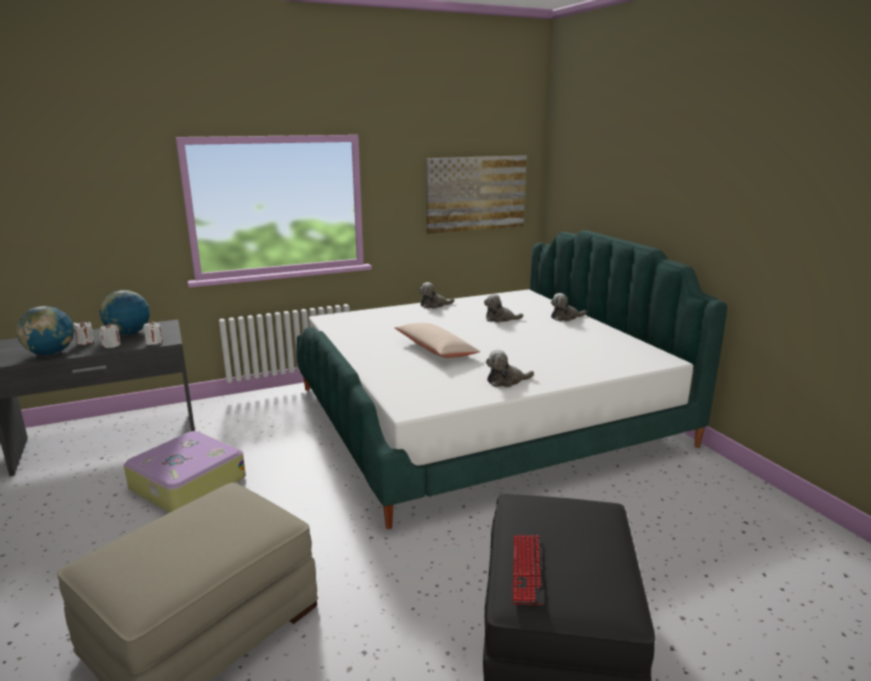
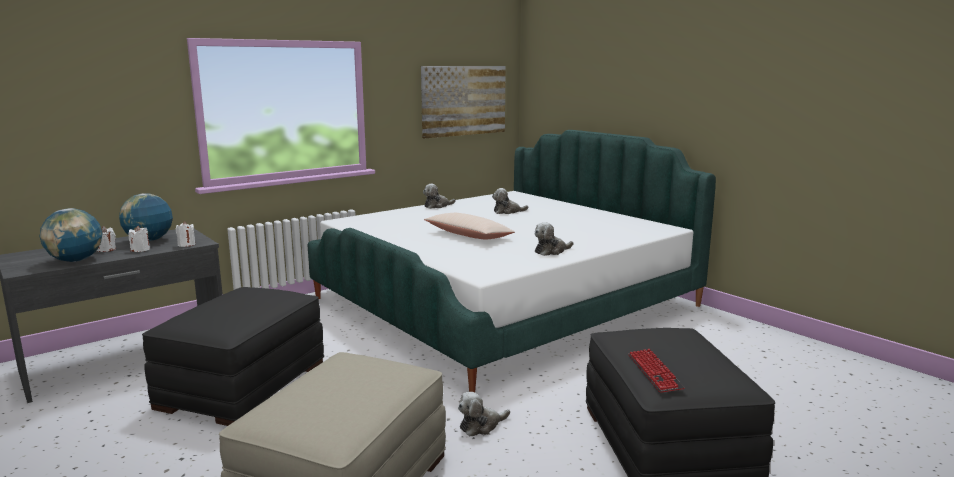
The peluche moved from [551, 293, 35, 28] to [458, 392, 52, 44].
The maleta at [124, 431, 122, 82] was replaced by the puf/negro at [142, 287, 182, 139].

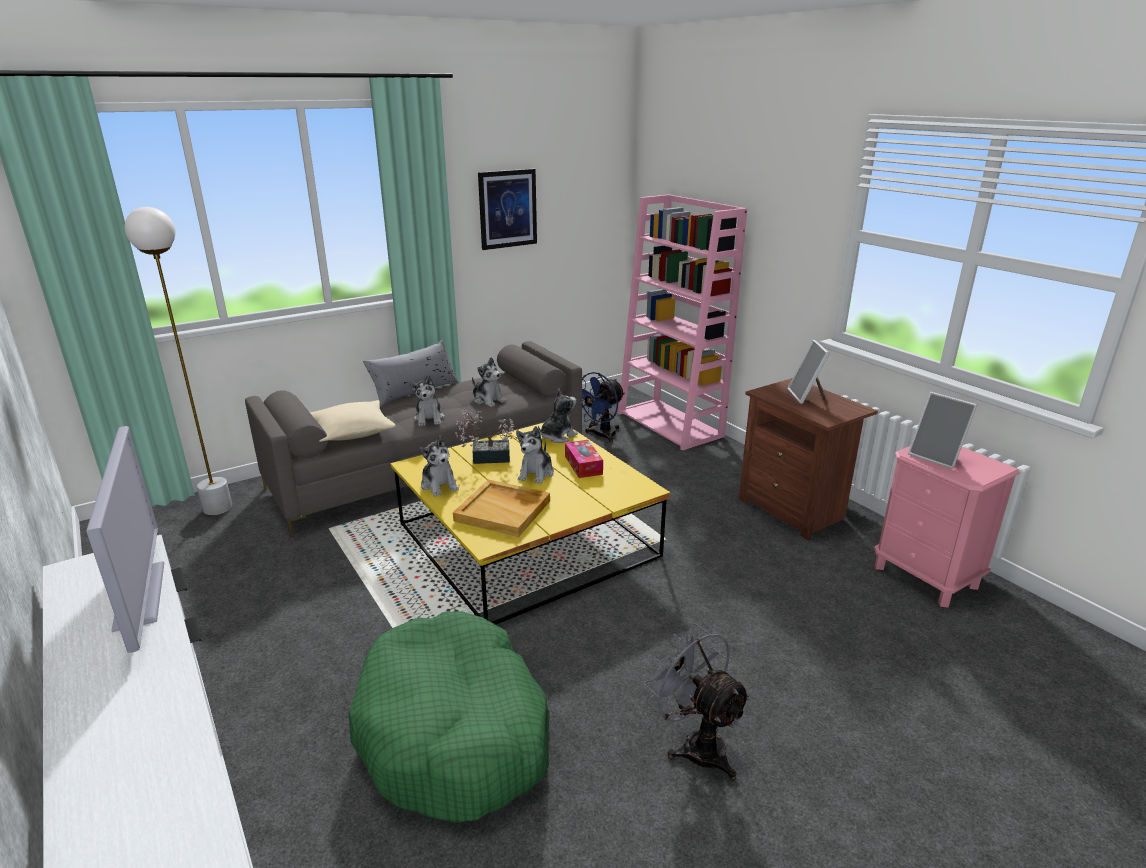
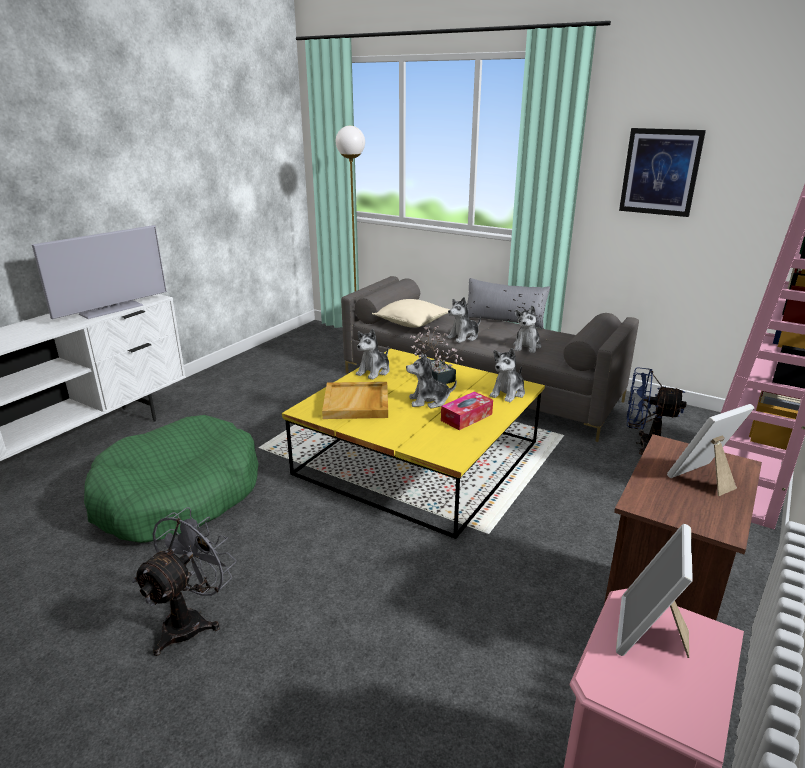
The peluche at [538, 389, 40, 54] turned 105 degrees clockwise.

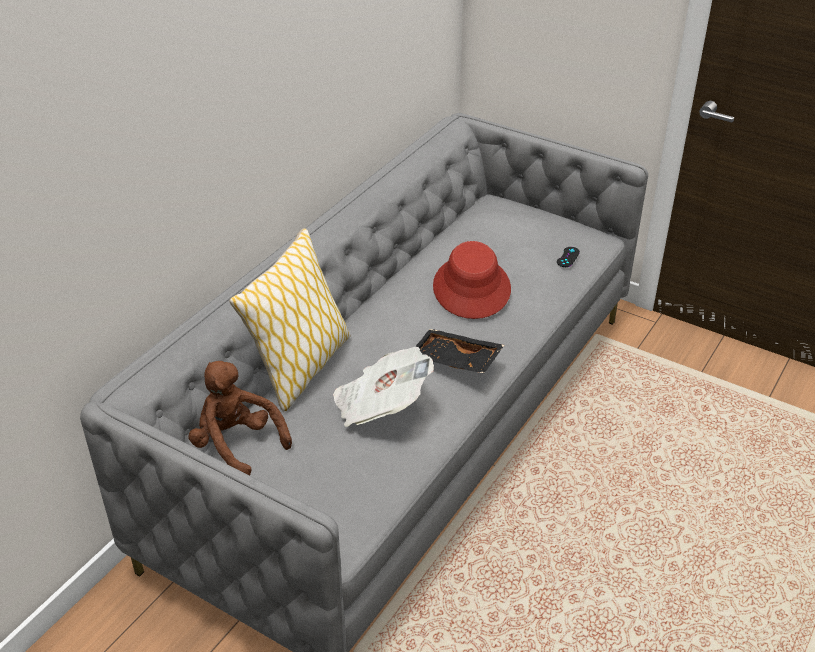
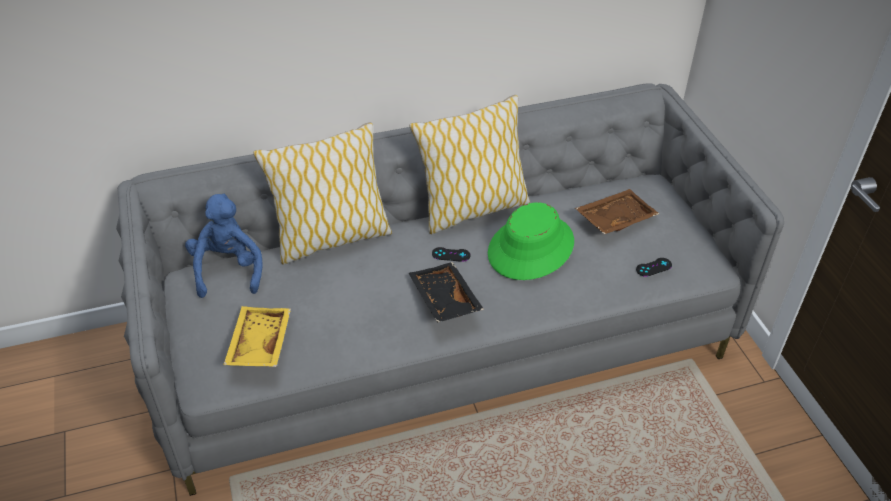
The periódico at [333, 347, 101, 80] disappeared.
The bandeja/amarillo at [223, 306, 68, 61] appeared.
The cojín at [409, 95, 121, 139] appeared.
The mando de consola/negro at [432, 247, 38, 15] appeared.
The bandeja/marrón at [575, 189, 84, 45] appeared.
The peluche/marrón at [188, 361, 104, 114] became the peluche/azul at [185, 194, 78, 104].
The sombrero/rojo at [433, 241, 78, 78] became the sombrero/verde at [488, 202, 86, 78].

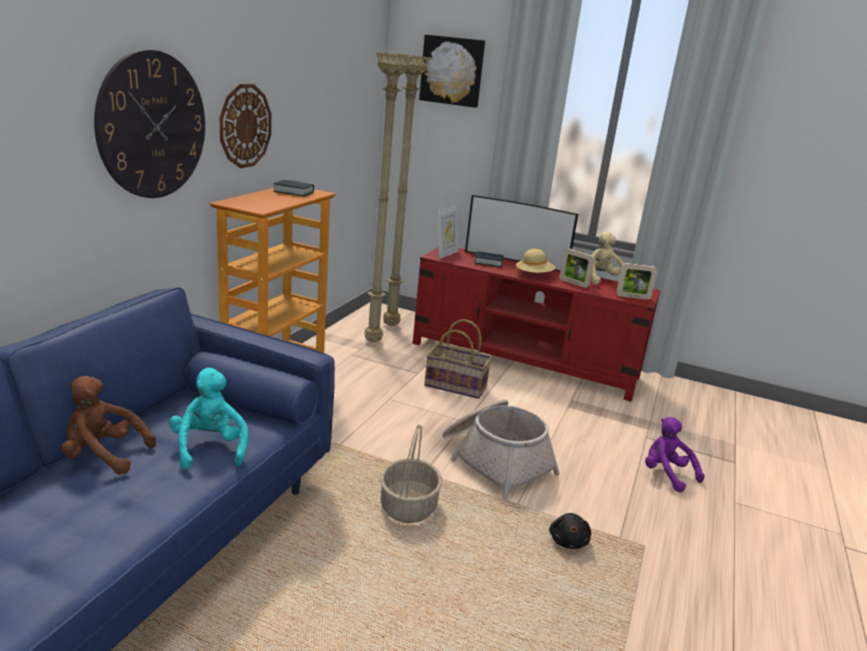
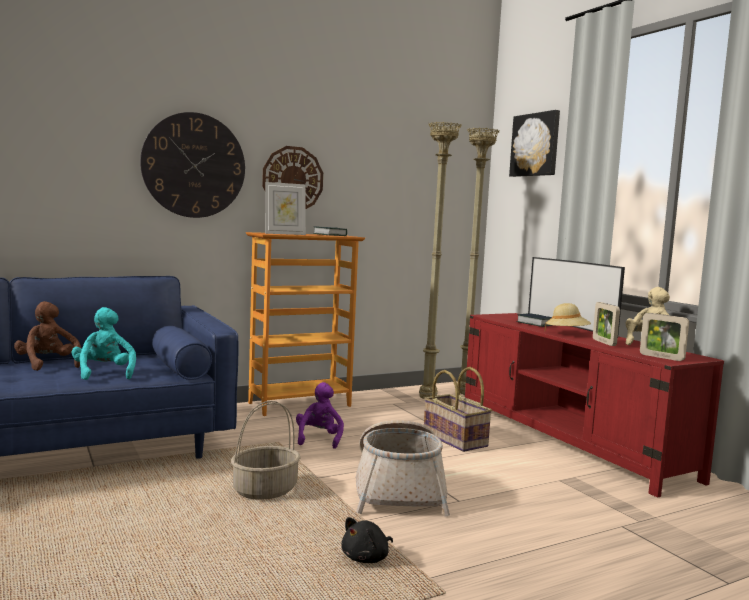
The portarretratos moved from [437, 206, 21, 53] to [265, 182, 41, 53].
The peluche/morado moved from [645, 417, 60, 75] to [296, 382, 48, 67].
The peluche/turquesa at [169, 368, 79, 102] turned 45 degrees counterclockwise.

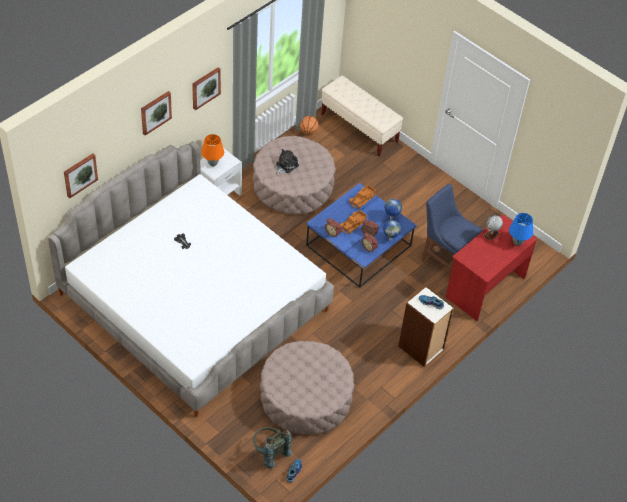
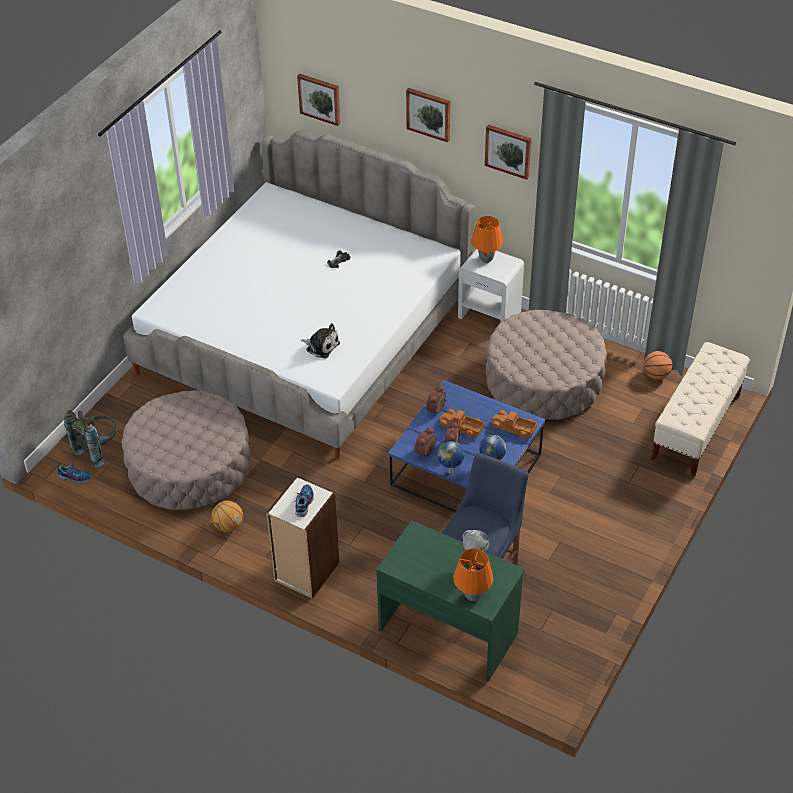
The balón de baloncesto at [212, 501, 31, 31] appeared.
The peluche moved from [276, 149, 23, 26] to [301, 323, 39, 35].
The escritorio/rojo at [446, 214, 91, 107] became the escritorio/verde at [376, 520, 149, 161].
The lámpara de mesa/azul at [509, 213, 24, 33] became the lámpara de mesa/naranja at [453, 548, 40, 53].

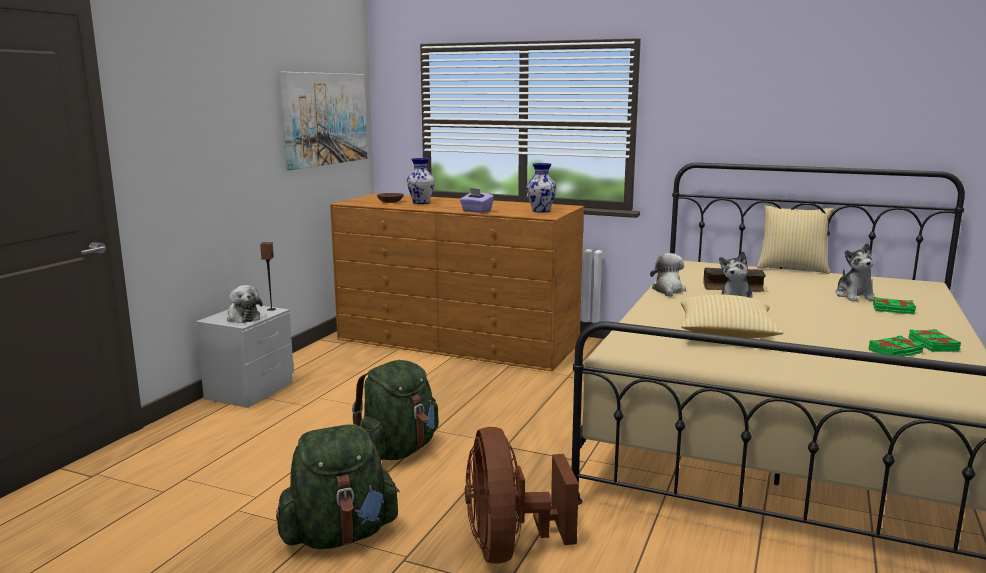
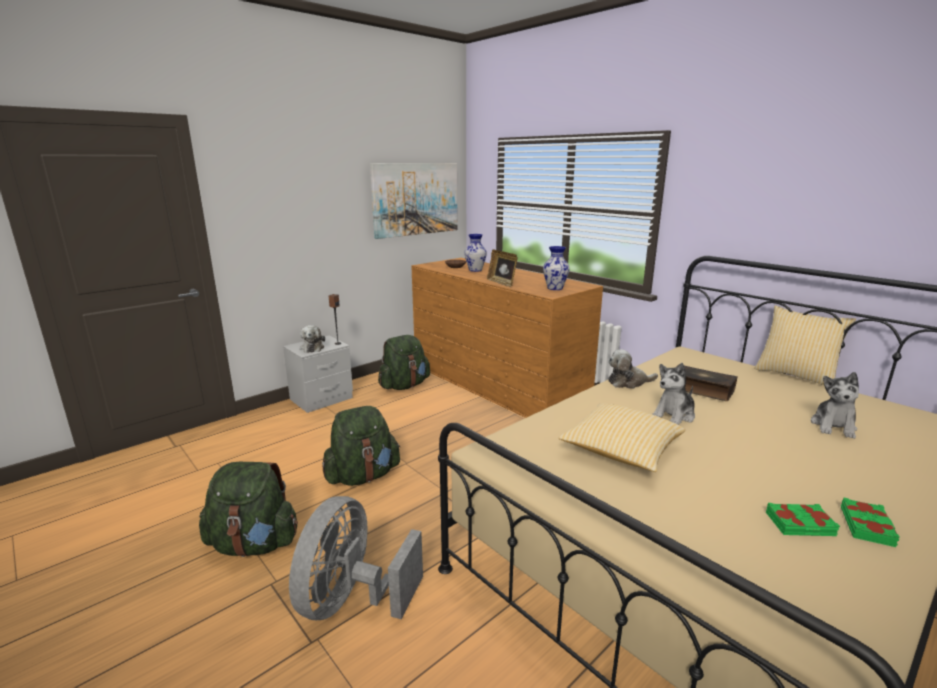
The libro/verde at [873, 297, 43, 18] disappeared.
The mochila/verde at [378, 335, 52, 55] appeared.
The caja de pañuelos/morado at [460, 188, 34, 25] was replaced by the portarretratos at [487, 250, 31, 37].
The ventilador/marrón at [465, 427, 114, 137] became the ventilador/gris at [289, 496, 134, 124].
The peluche at [650, 253, 36, 44] turned 135 degrees counterclockwise.

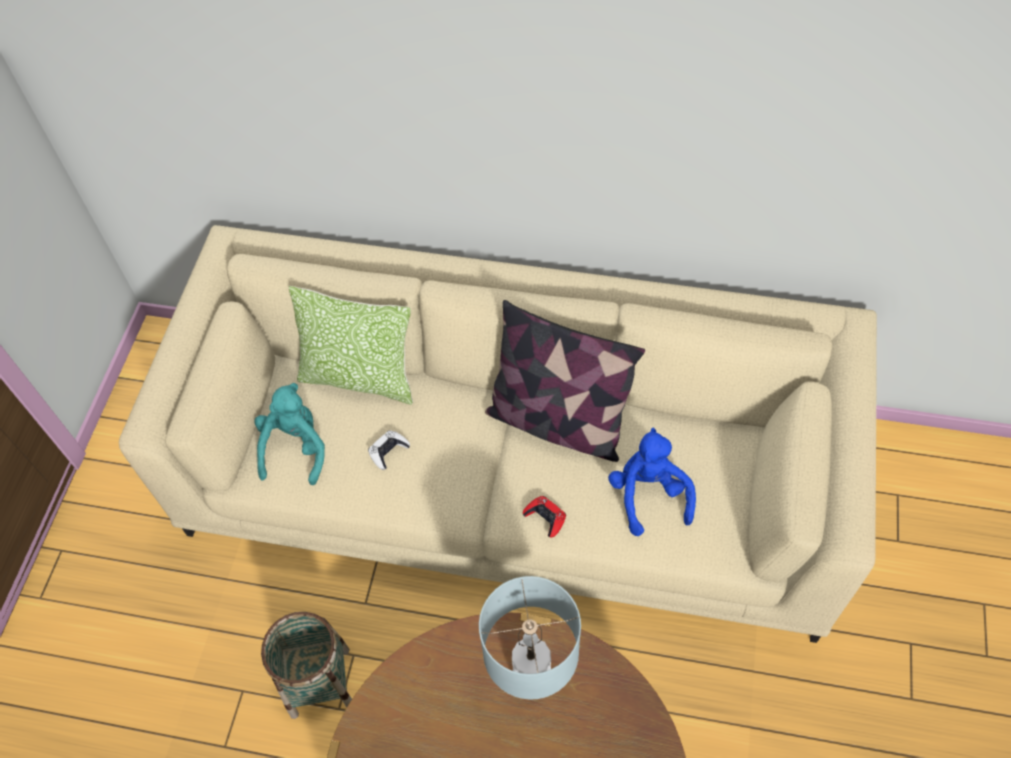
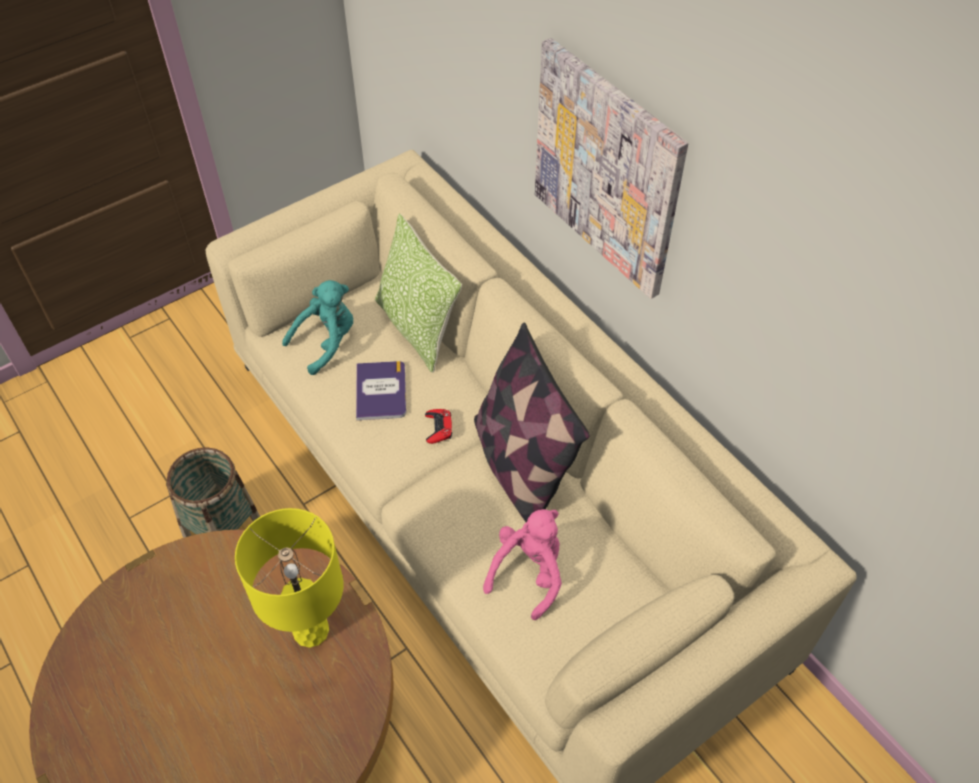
The cuadro at [535, 38, 153, 261] appeared.
The mando de consola/rojo moved from [523, 496, 43, 41] to [425, 409, 27, 35].
The mando de consola/blanco at [368, 431, 42, 39] was replaced by the libro at [356, 361, 50, 59].
The lámpara de mesa/gris at [479, 576, 102, 124] became the lámpara de mesa/amarillo at [235, 508, 109, 140].
The peluche/azul at [608, 427, 88, 109] became the peluche/rosa at [483, 509, 79, 111].

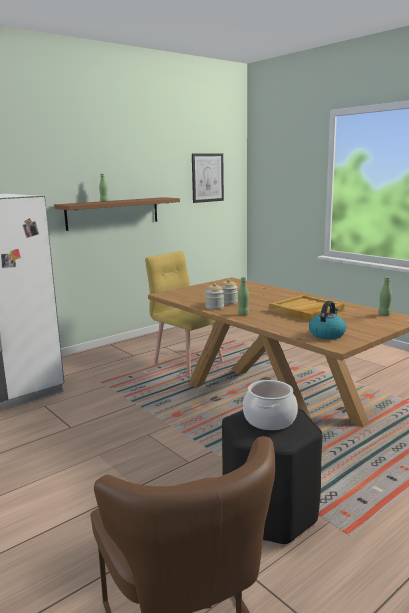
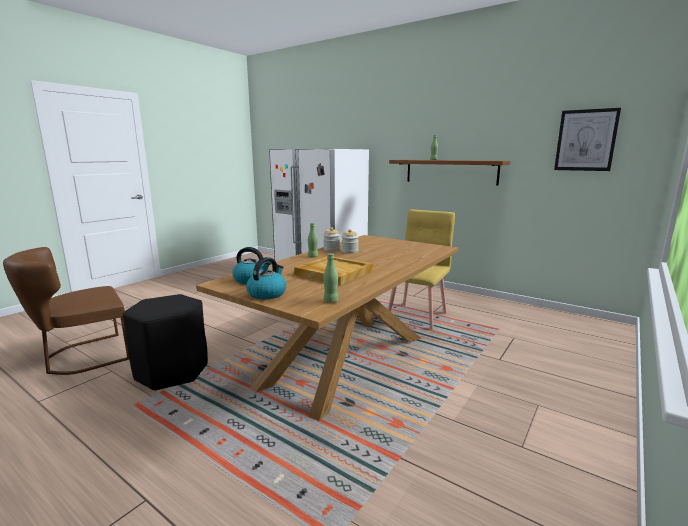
The olla at [243, 380, 55, 50] disappeared.
The hervidor at [246, 257, 40, 42] appeared.

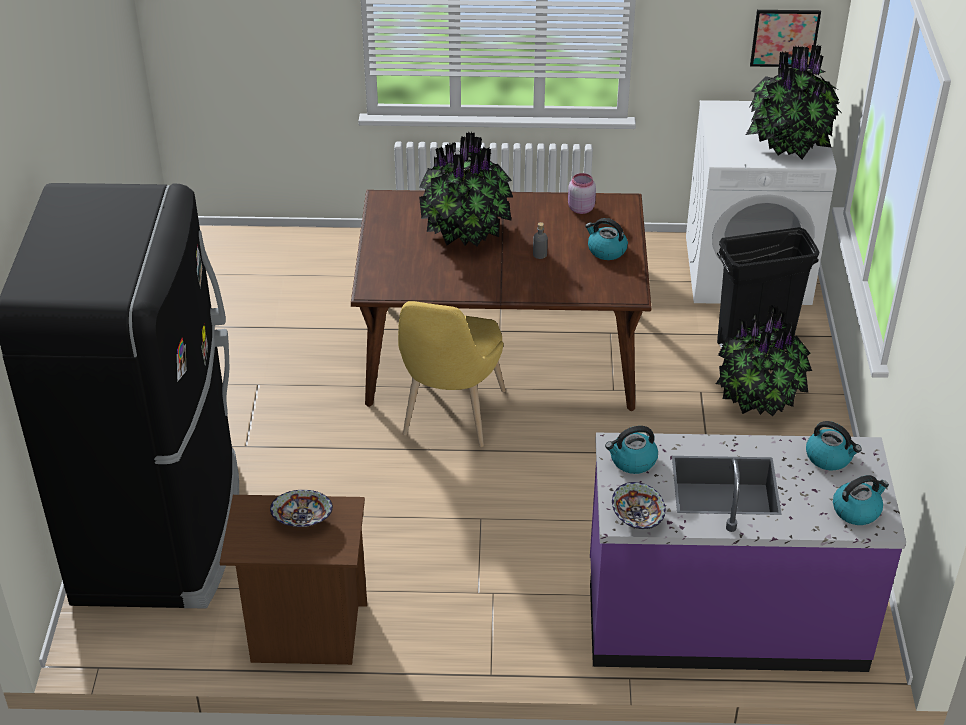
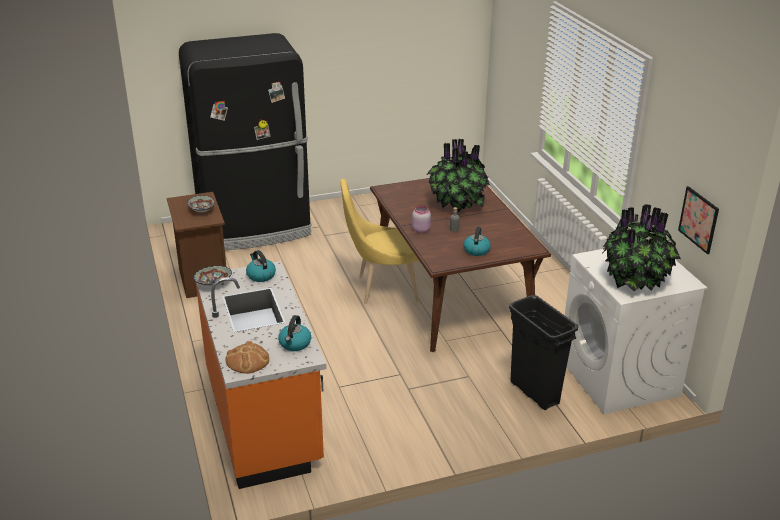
The planta en maceta at [716, 306, 96, 110] disappeared.
The tarro/rosa moved from [568, 173, 28, 41] to [412, 205, 19, 28].
The hervidor at [833, 475, 56, 50] was replaced by the pan at [225, 341, 44, 33].
The mueble bajo de cocina/morado at [590, 432, 316, 240] became the mueble bajo de cocina/naranja at [196, 261, 131, 228].

